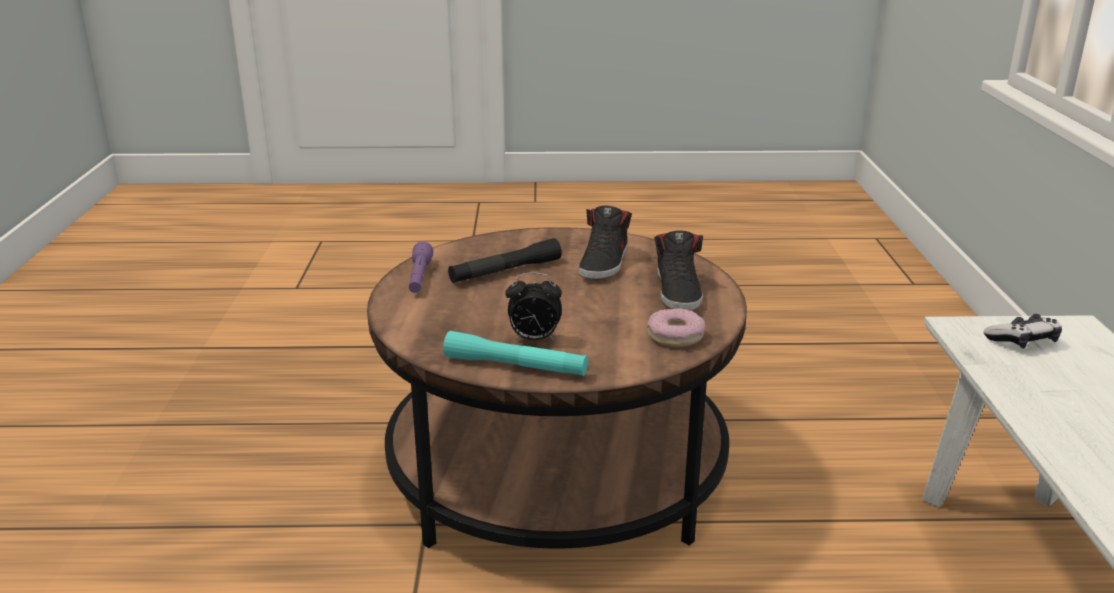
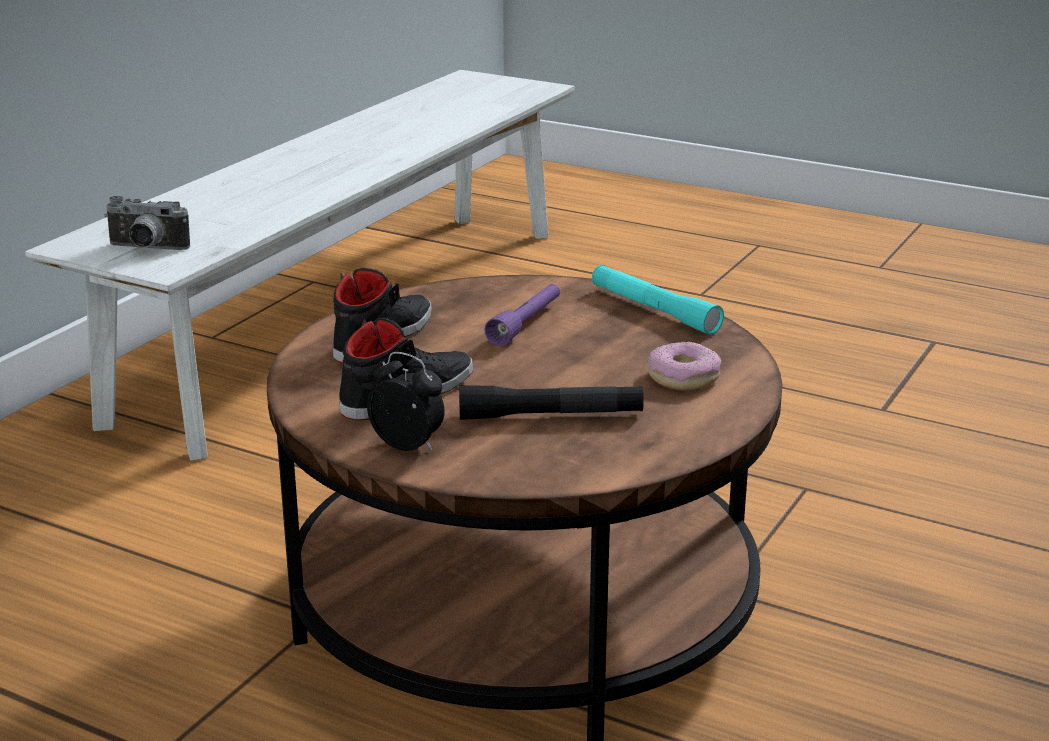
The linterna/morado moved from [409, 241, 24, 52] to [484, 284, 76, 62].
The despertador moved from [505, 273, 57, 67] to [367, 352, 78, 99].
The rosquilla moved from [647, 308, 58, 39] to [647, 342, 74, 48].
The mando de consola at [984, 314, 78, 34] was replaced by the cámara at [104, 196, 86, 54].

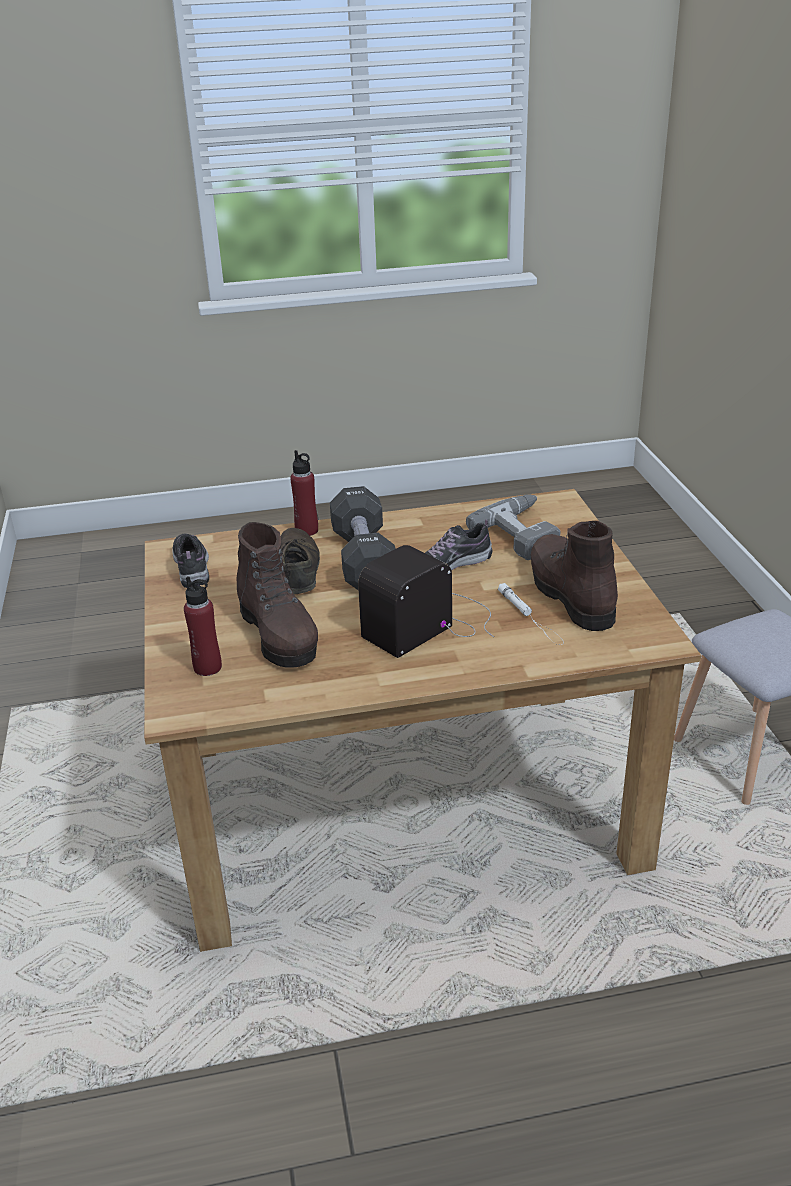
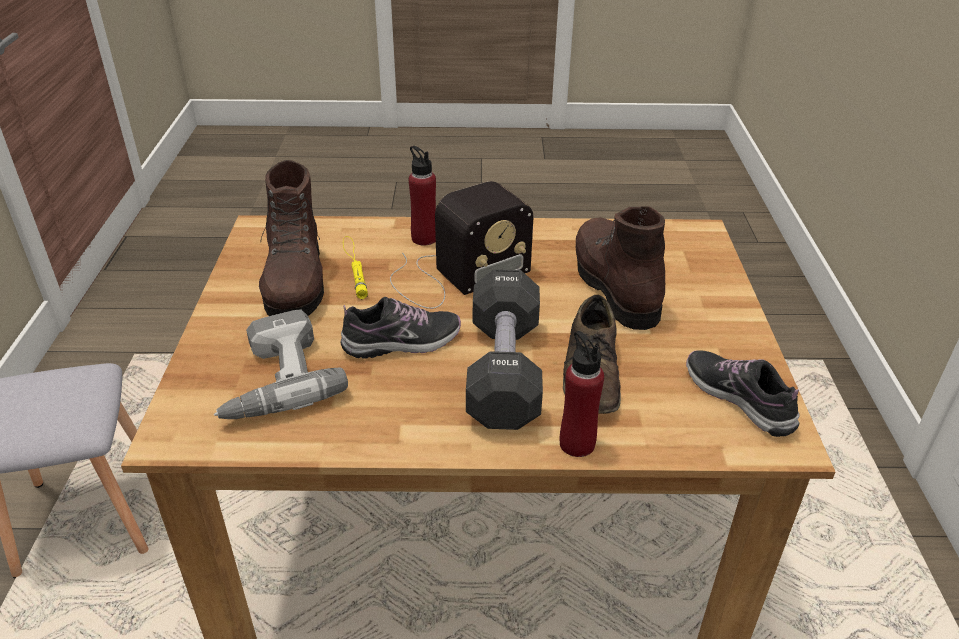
The botella/rojo moved from [184, 576, 38, 100] to [409, 146, 27, 100].
The linterna/blanco at [498, 583, 66, 62] became the linterna/amarillo at [343, 236, 25, 63].
The zapato at [172, 534, 37, 54] turned 150 degrees clockwise.

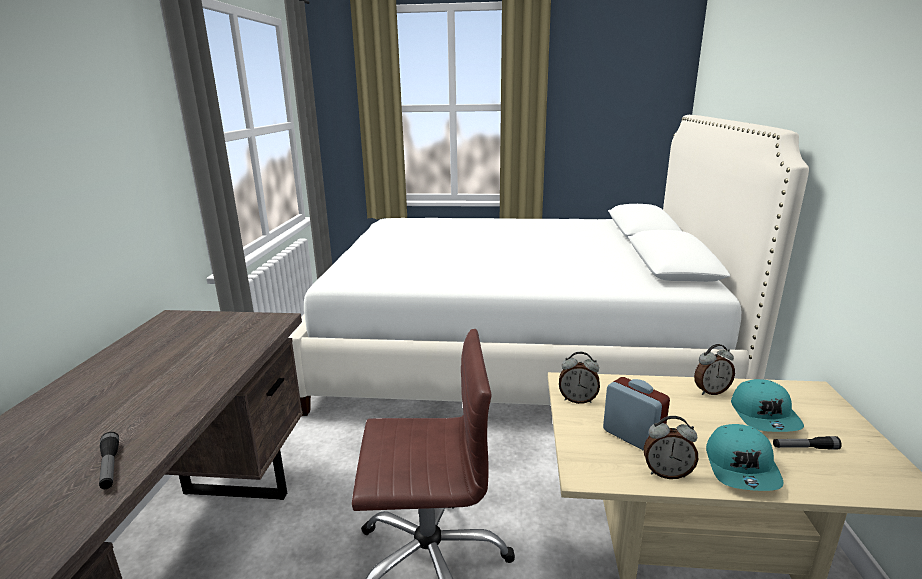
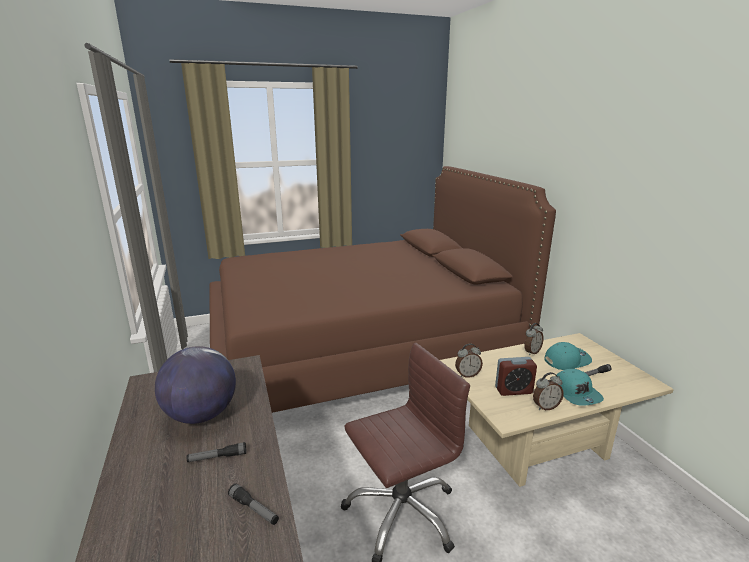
The globo terráqueo at [155, 346, 81, 78] appeared.
The linterna at [187, 442, 59, 20] appeared.
The cama/blanco at [288, 115, 521, 301] became the cama/marrón at [209, 166, 347, 247].
The despertador at [603, 377, 67, 74] turned 150 degrees clockwise.
The gorra/turquesa at [731, 379, 73, 53] turned 90 degrees counterclockwise.

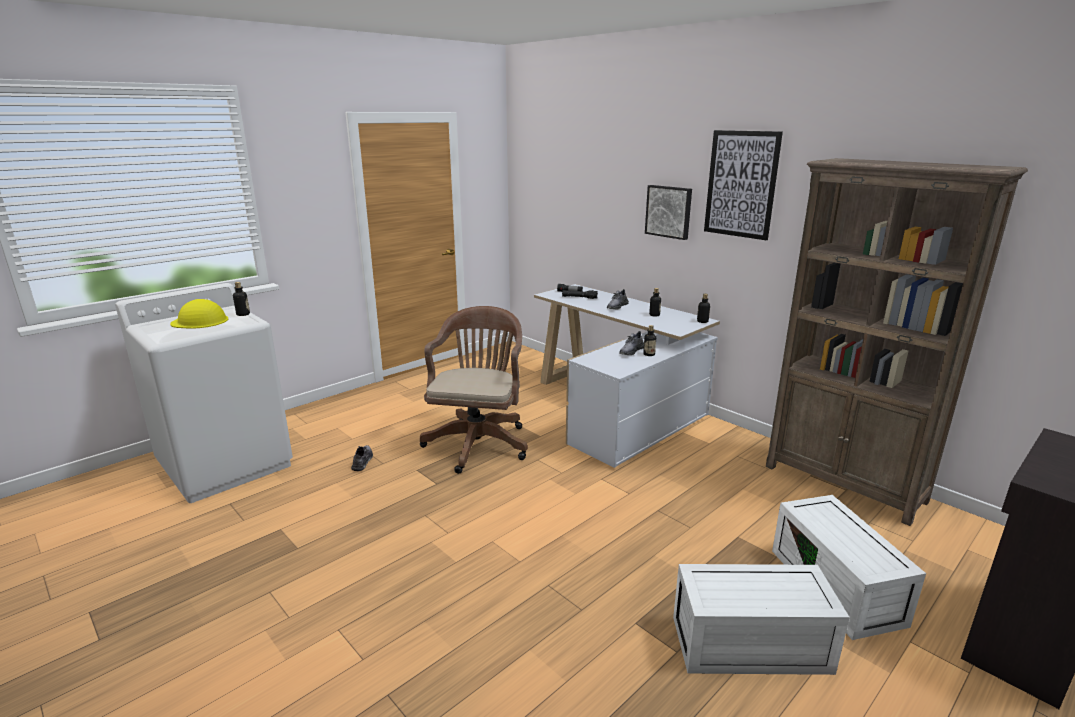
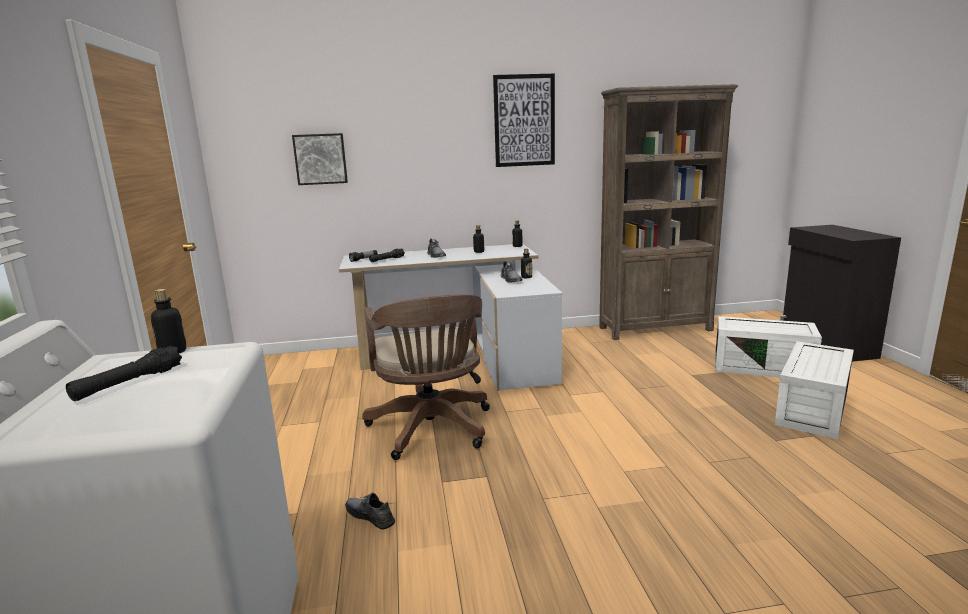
The cuadro moved from [645, 185, 47, 55] to [292, 133, 56, 52].
The casco/amarillo at [170, 299, 58, 30] was replaced by the linterna/negro at [66, 346, 116, 55].
The silla de oficina/marrón at [420, 306, 108, 168] turned 150 degrees counterclockwise.

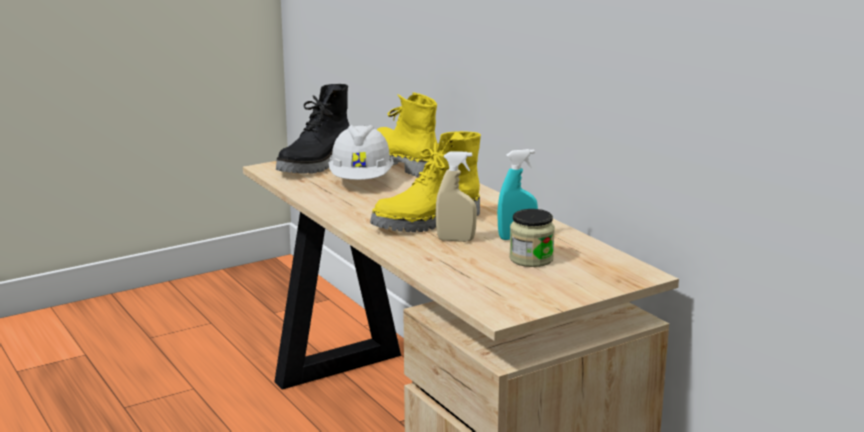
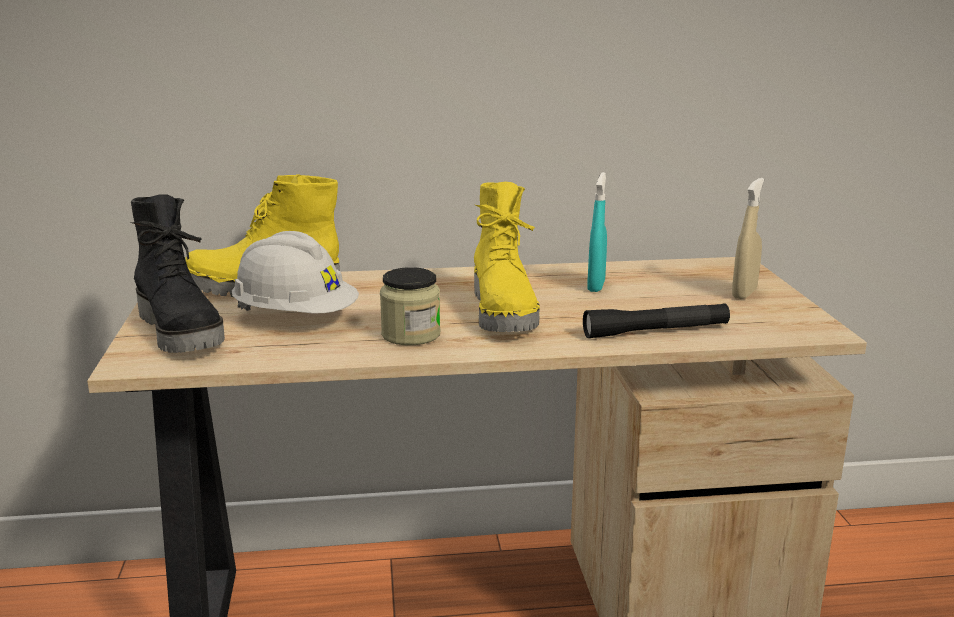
The linterna/negro at [583, 303, 147, 35] appeared.
The pulverizador/beis moved from [436, 151, 41, 91] to [732, 178, 32, 121].
The tarro moved from [509, 209, 46, 58] to [380, 267, 60, 78].

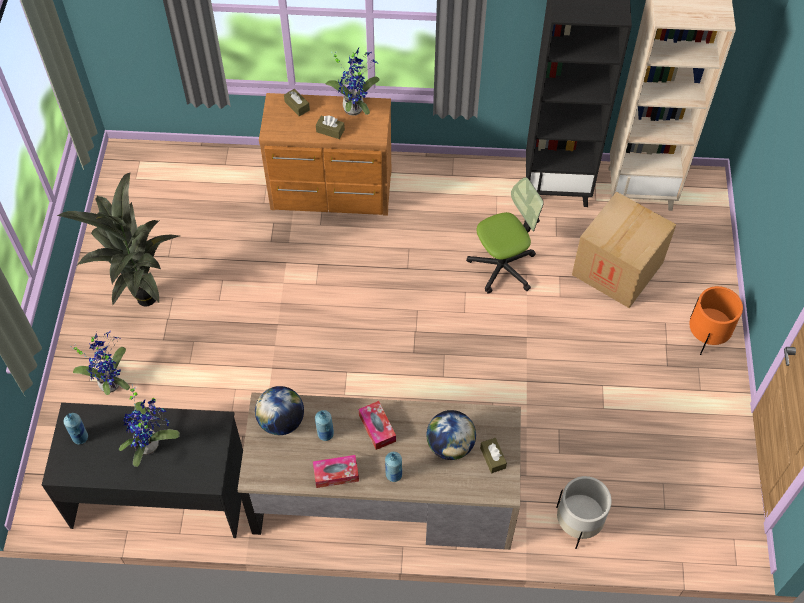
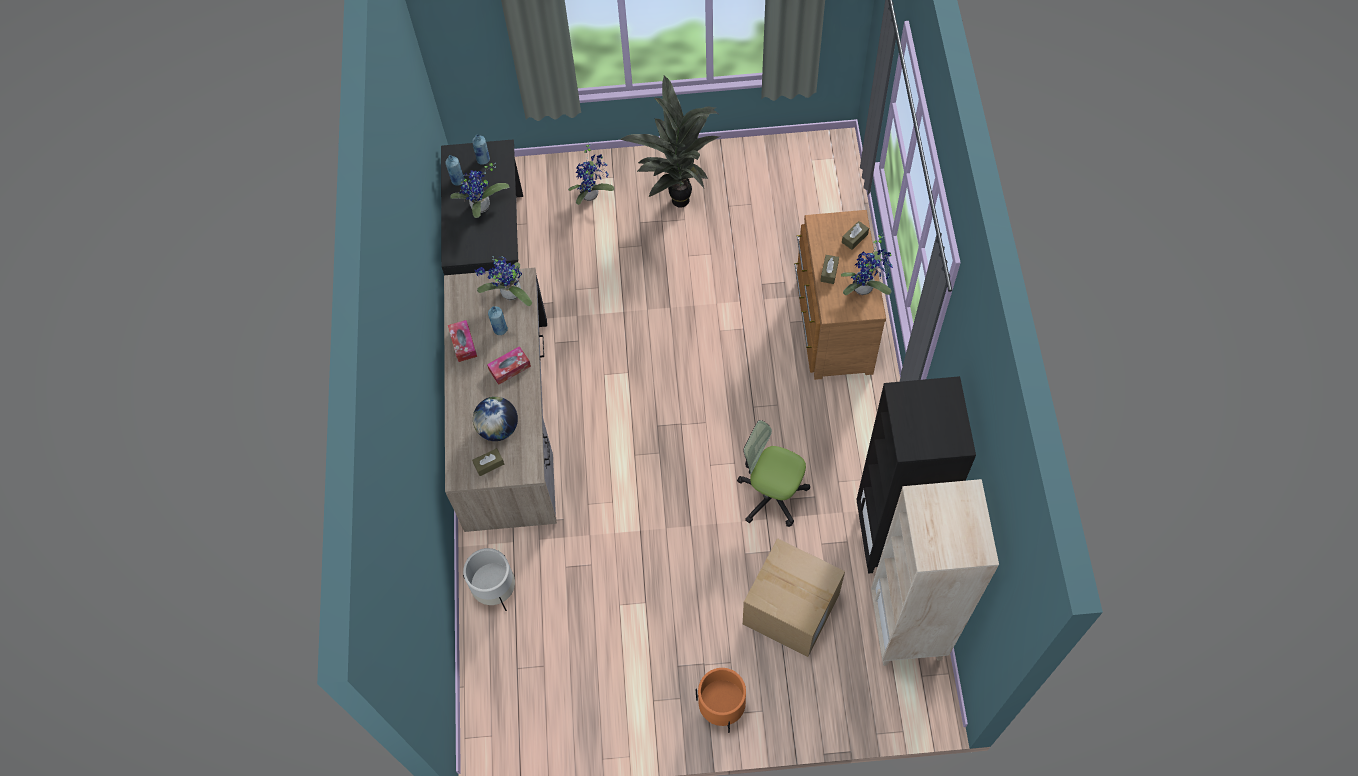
The botella/azul moved from [385, 451, 17, 31] to [445, 155, 20, 31].
The globo terráqueo at [255, 386, 49, 49] was replaced by the planta en maceta at [475, 256, 57, 50].
The silla de oficina at [466, 177, 78, 116] turned 150 degrees clockwise.

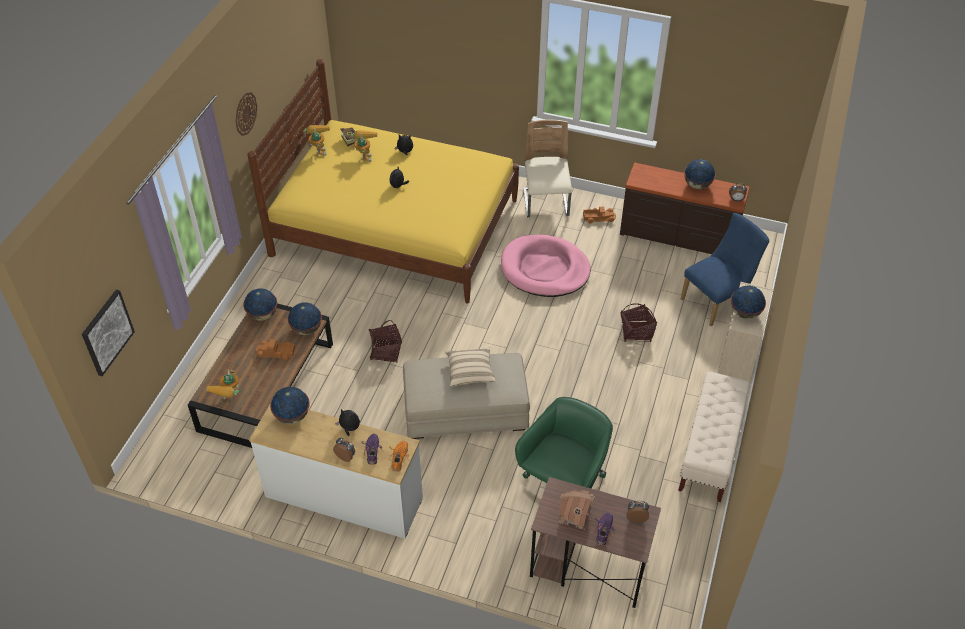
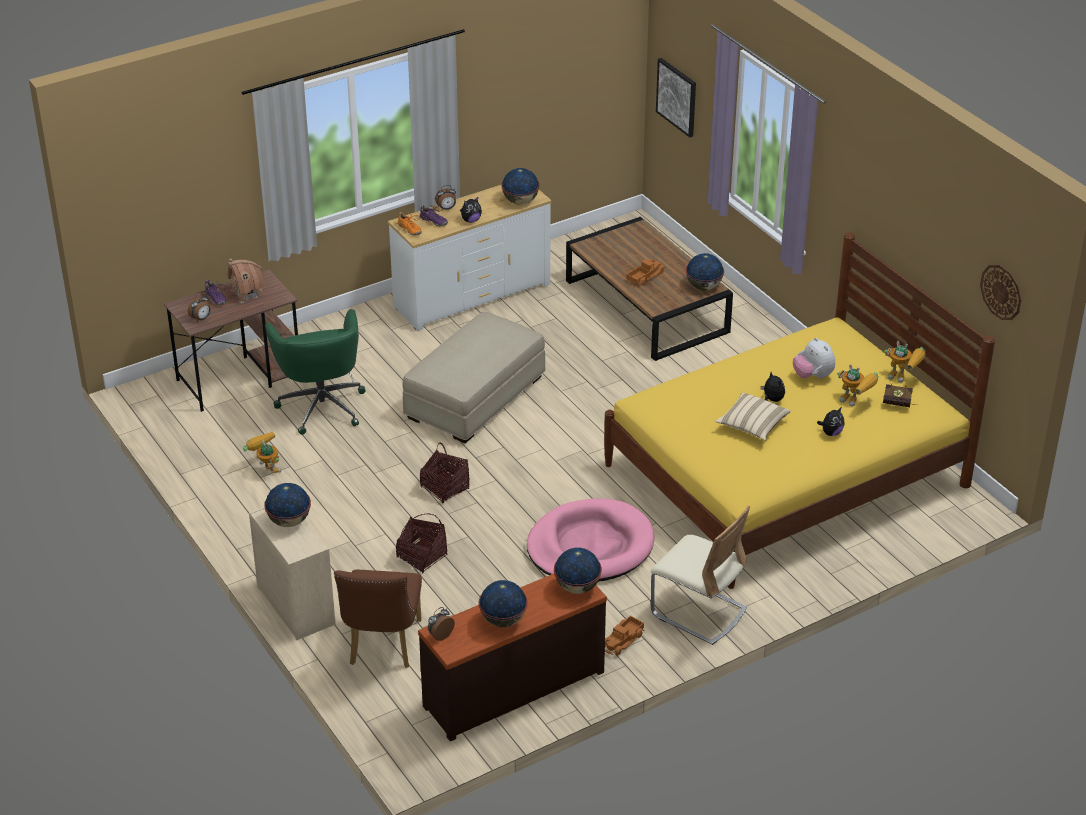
The banco/beis at [678, 372, 72, 130] disappeared.
The peluche at [793, 337, 42, 42] appeared.
The robot de juguete moved from [207, 370, 32, 29] to [243, 432, 38, 41].
The reloj de pared moved from [236, 92, 21, 44] to [980, 265, 41, 55].
The globo terráqueo moved from [288, 302, 34, 33] to [554, 548, 48, 46].
The cesta moved from [369, 320, 33, 43] to [420, 442, 49, 61].
The cojín/beis moved from [445, 347, 51, 39] to [715, 393, 76, 48].
The silla/azul at [681, 213, 88, 113] became the silla/marrón at [334, 570, 88, 98].

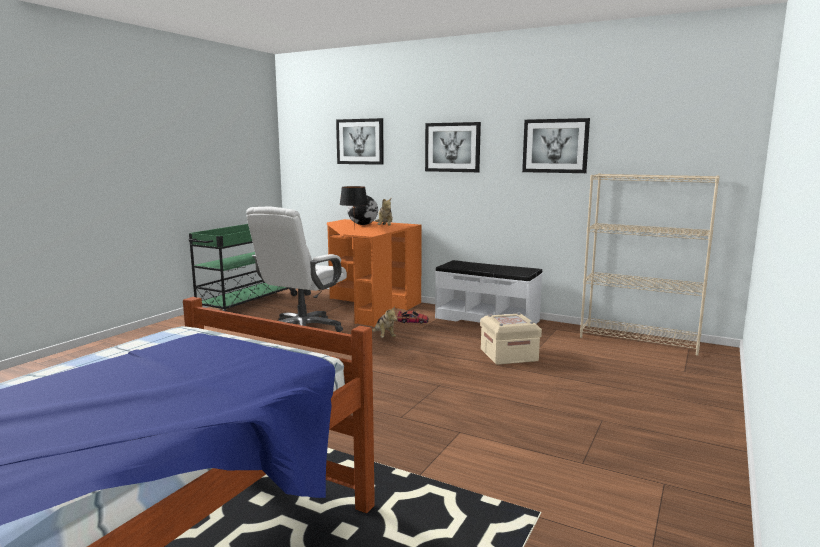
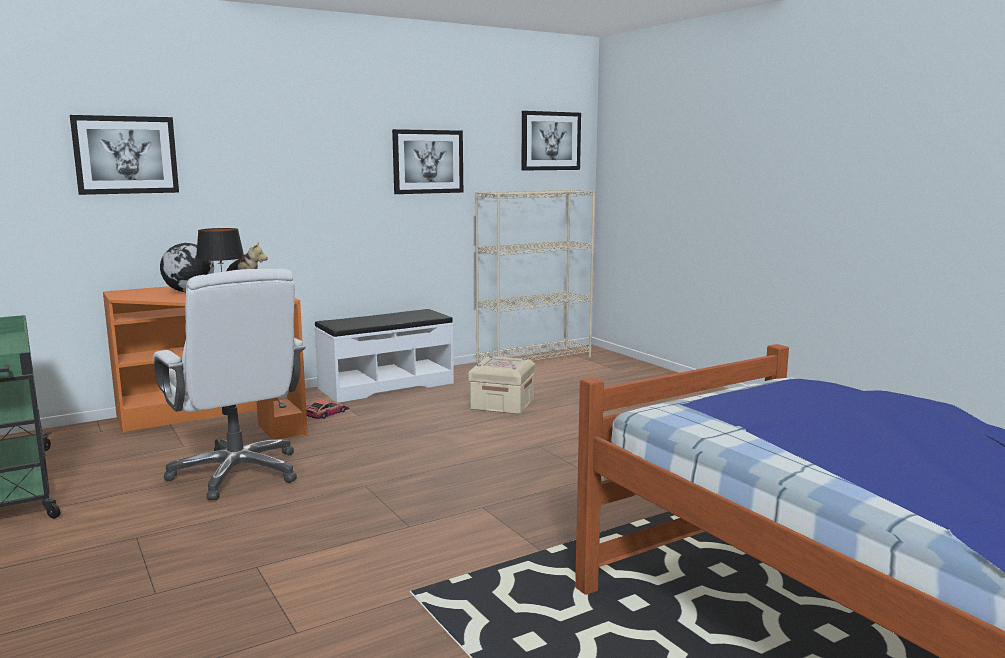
The peluche at [372, 306, 25, 32] disappeared.
The cuadro moved from [425, 122, 56, 50] to [522, 111, 59, 59].

